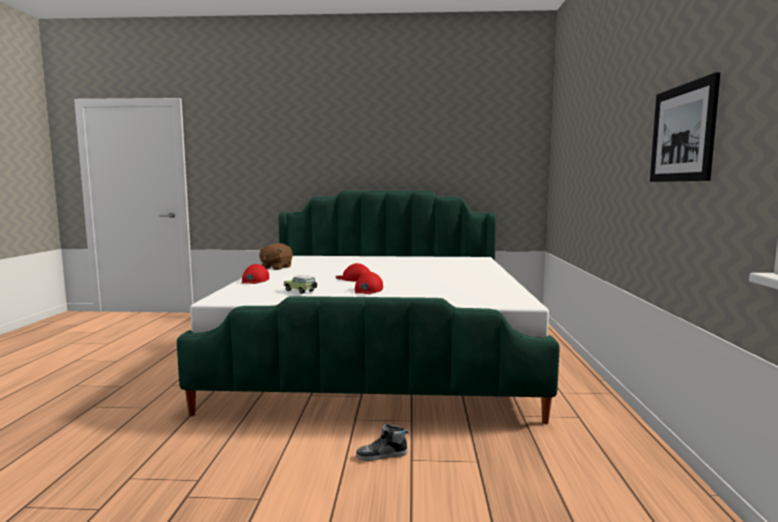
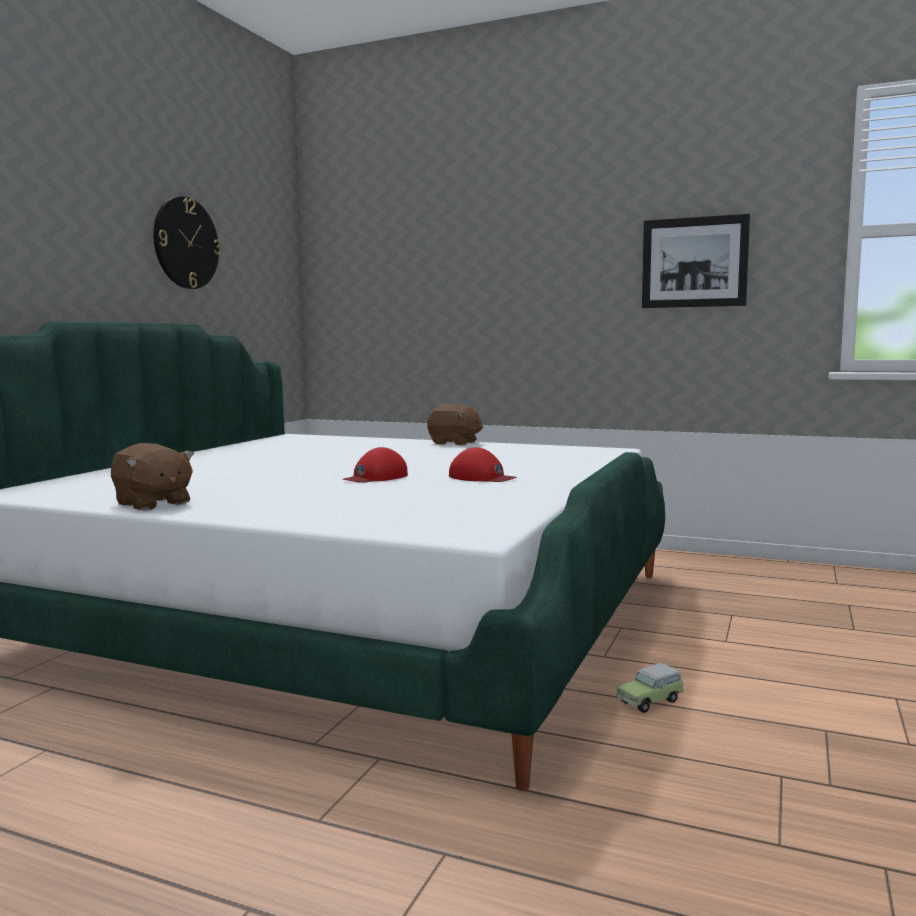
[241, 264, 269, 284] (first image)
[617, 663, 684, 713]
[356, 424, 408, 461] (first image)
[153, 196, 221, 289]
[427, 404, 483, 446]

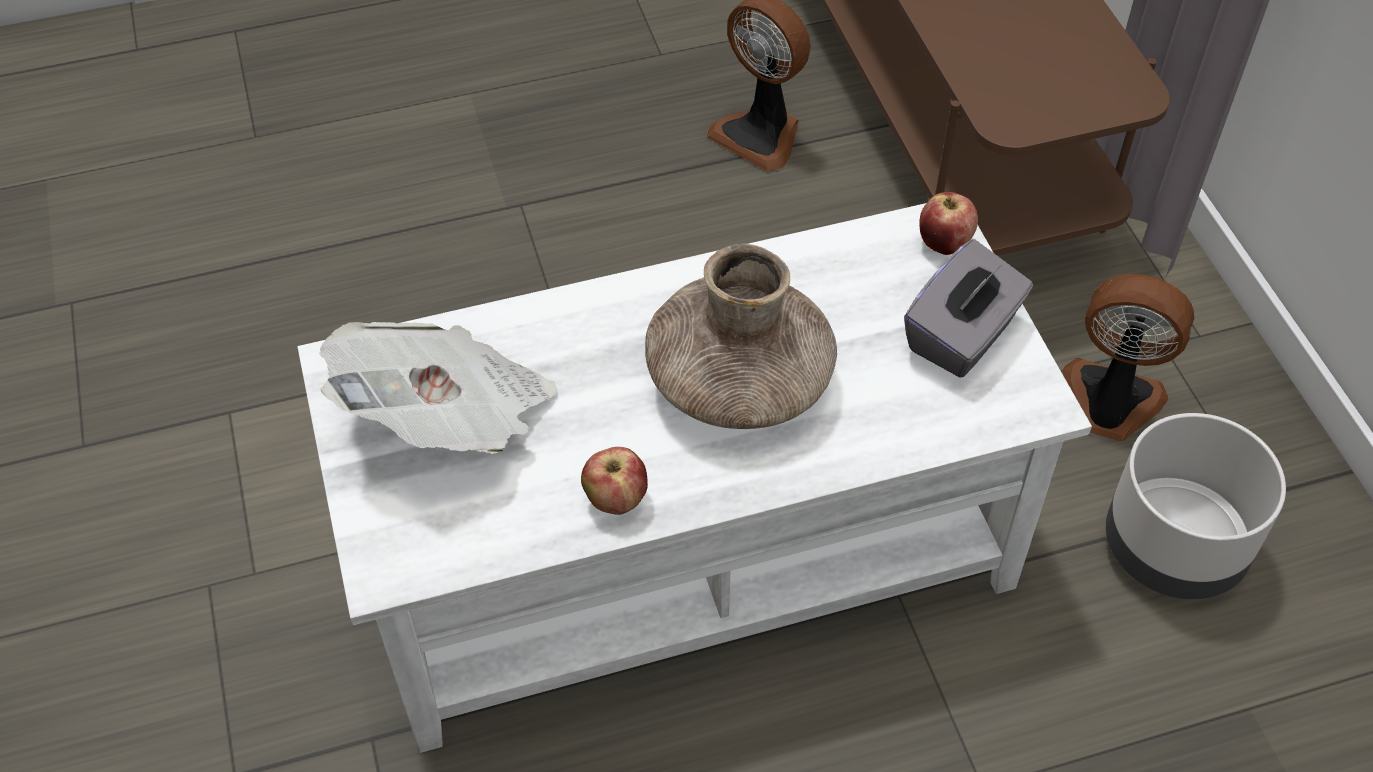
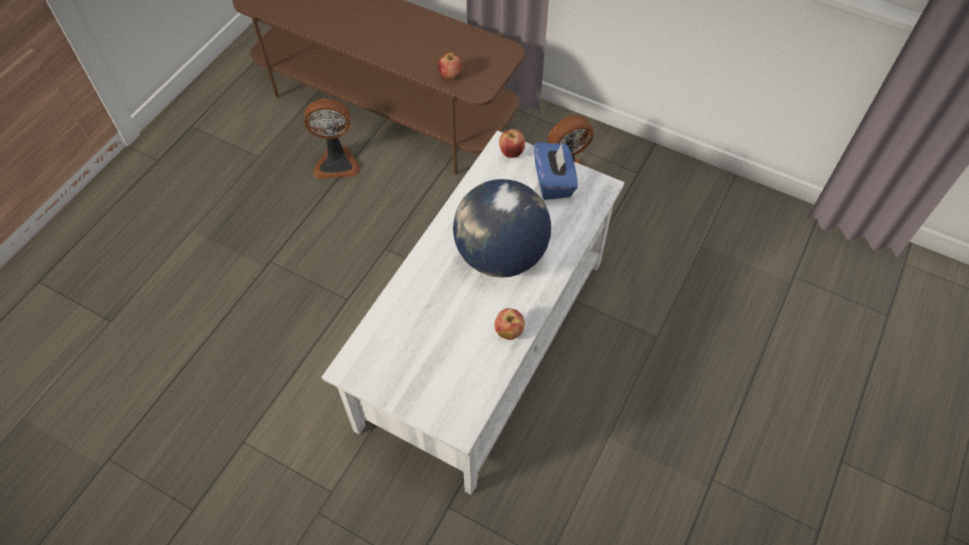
[534, 142, 578, 200]
[453, 179, 551, 278]
[319, 322, 557, 454] (first image)
[1106, 413, 1286, 599] (first image)
[438, 53, 463, 80]

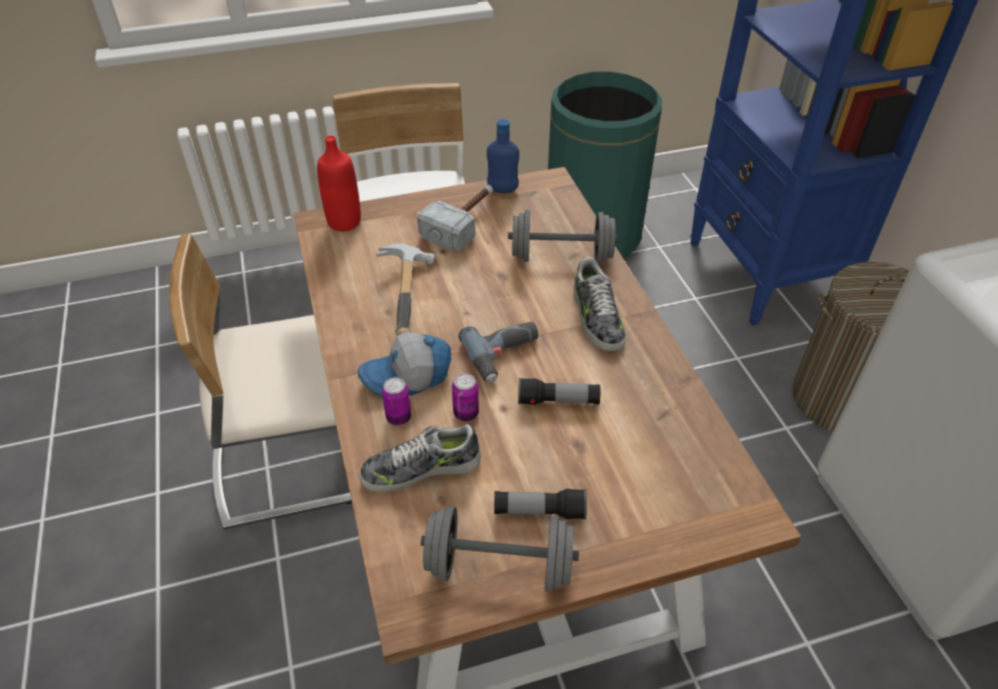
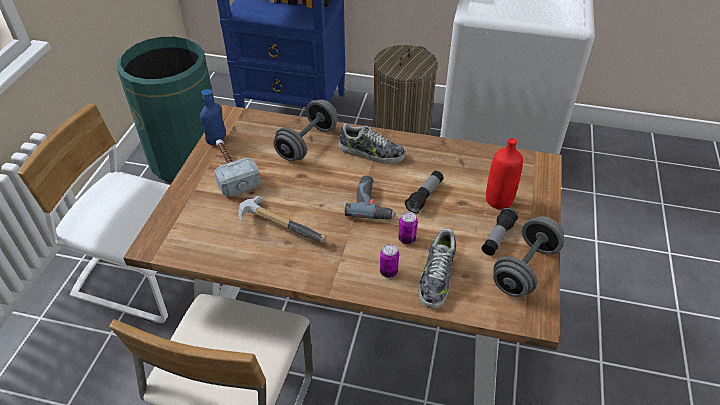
[486, 138, 523, 210]
[358, 333, 451, 398] (first image)

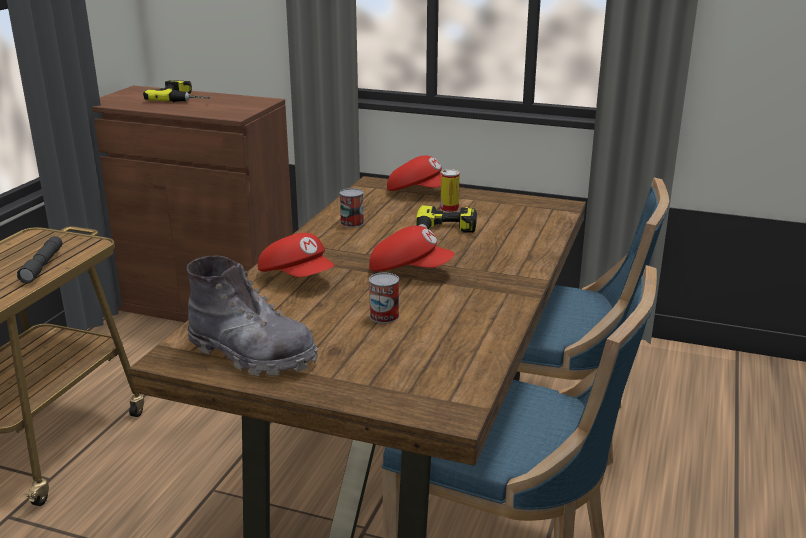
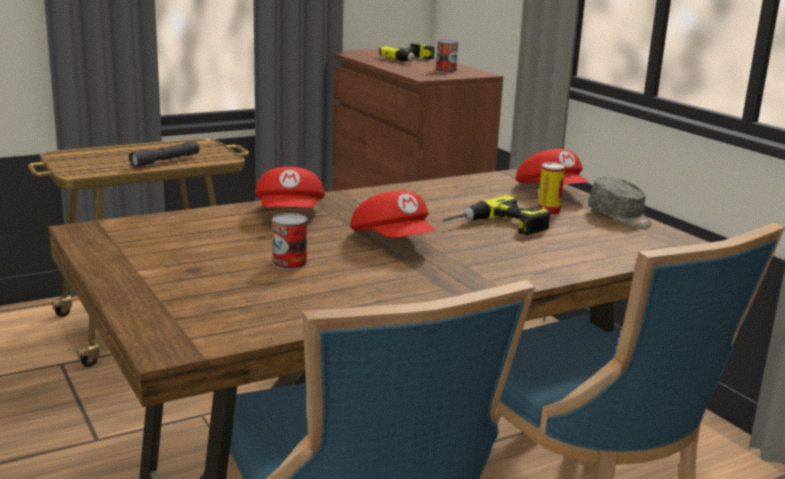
[436, 40, 458, 73]
[187, 256, 318, 376] (first image)
[588, 176, 652, 228]

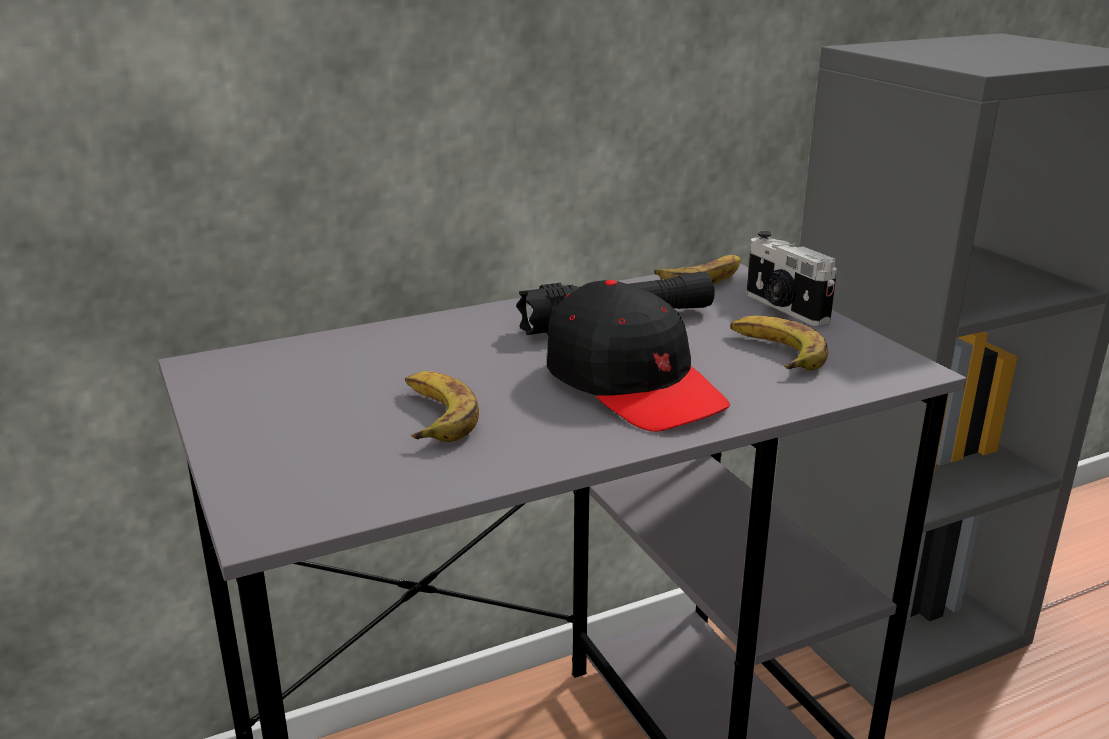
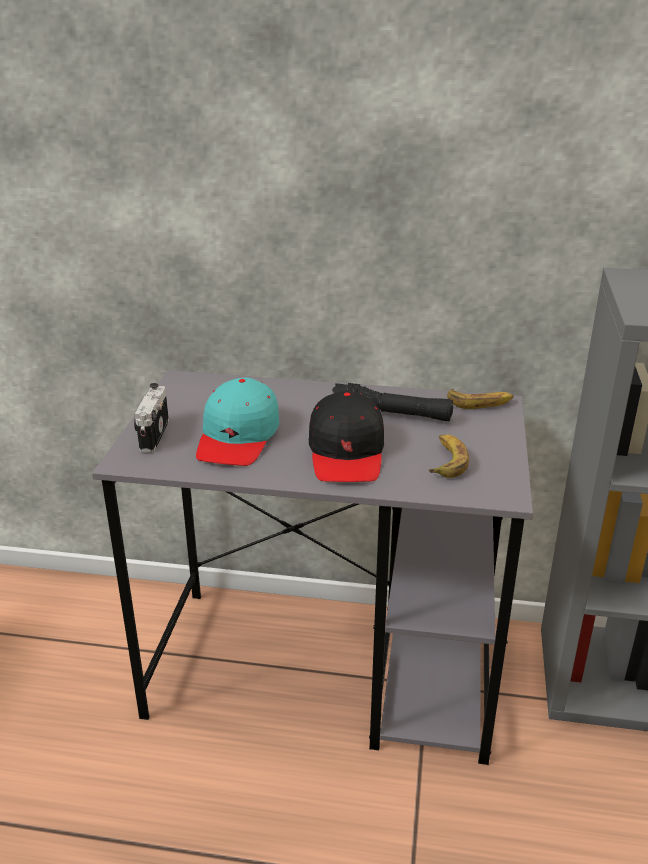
[134, 383, 169, 453]
[196, 377, 279, 466]

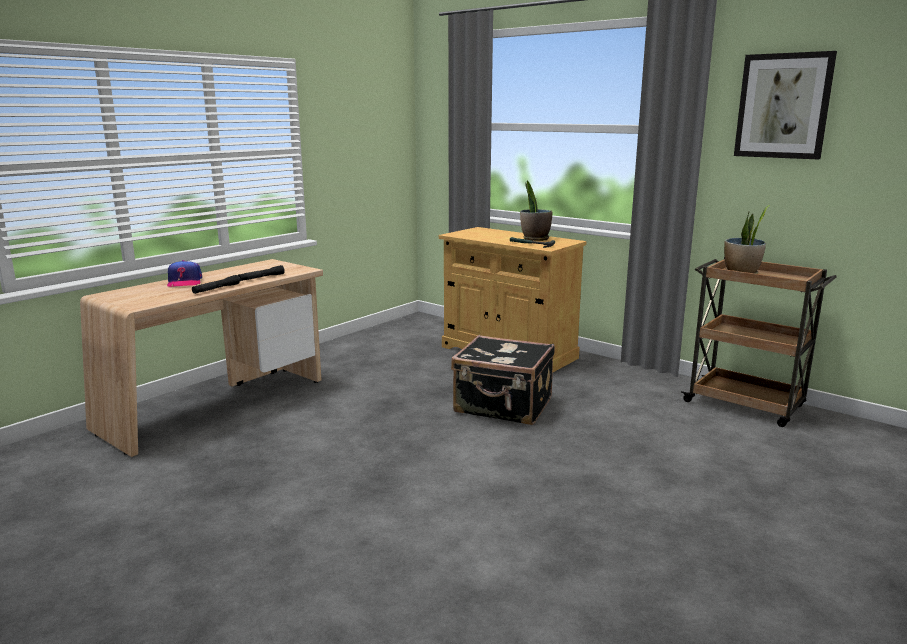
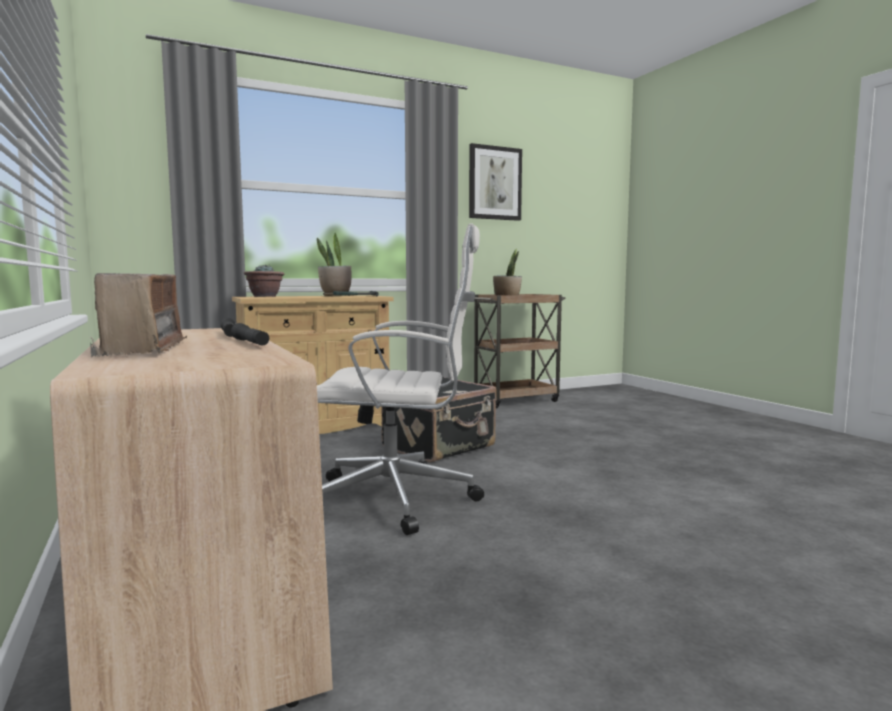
[90, 273, 187, 357]
[317, 223, 484, 535]
[244, 265, 285, 297]

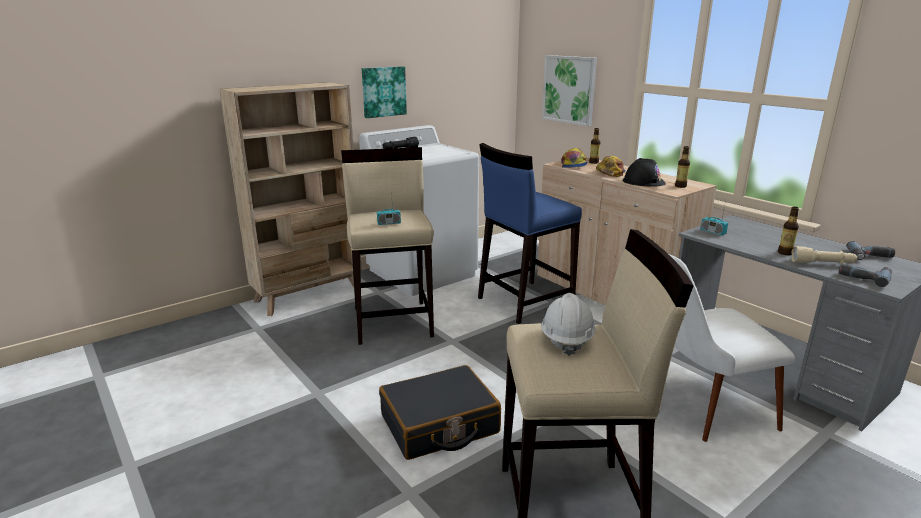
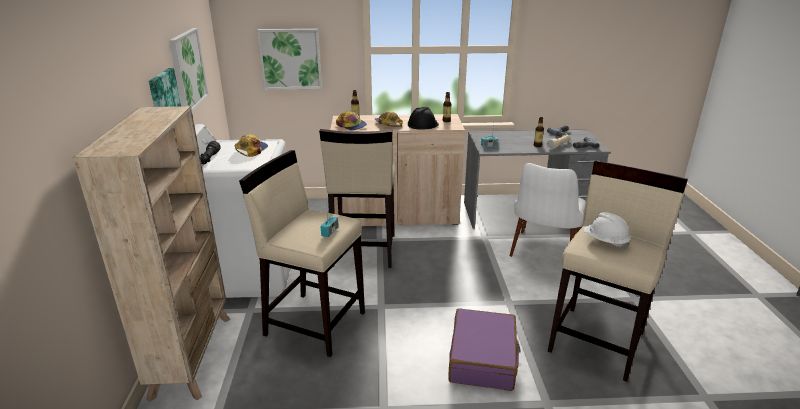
[319, 129, 396, 268]
[448, 308, 521, 391]
[169, 28, 209, 111]
[235, 135, 268, 157]

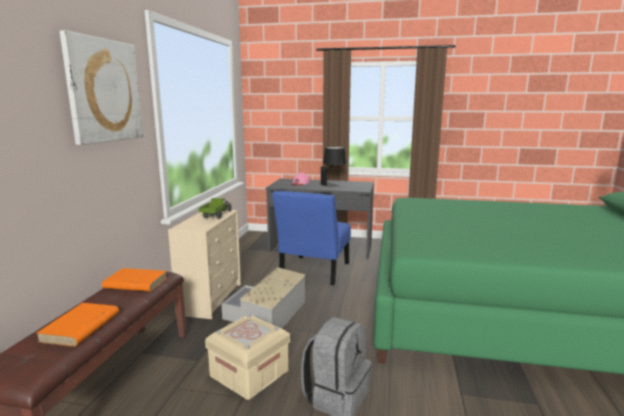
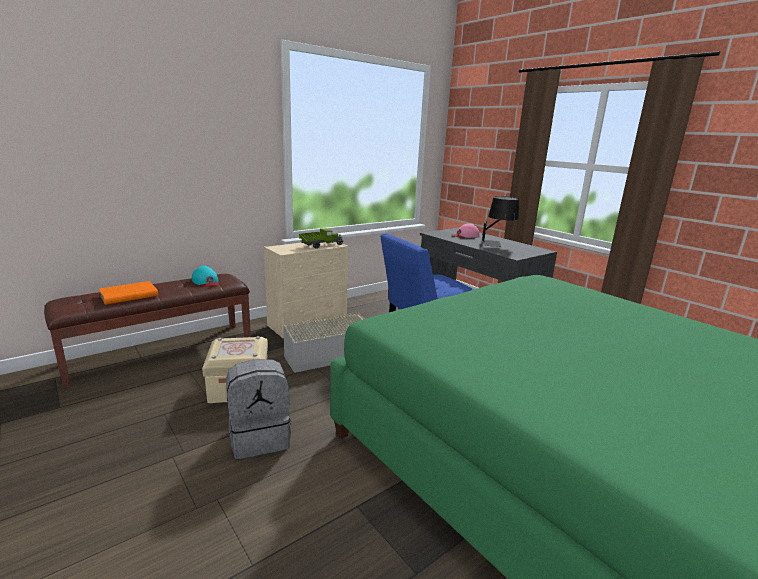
[60, 30, 143, 145] (first image)
[192, 266, 219, 287]

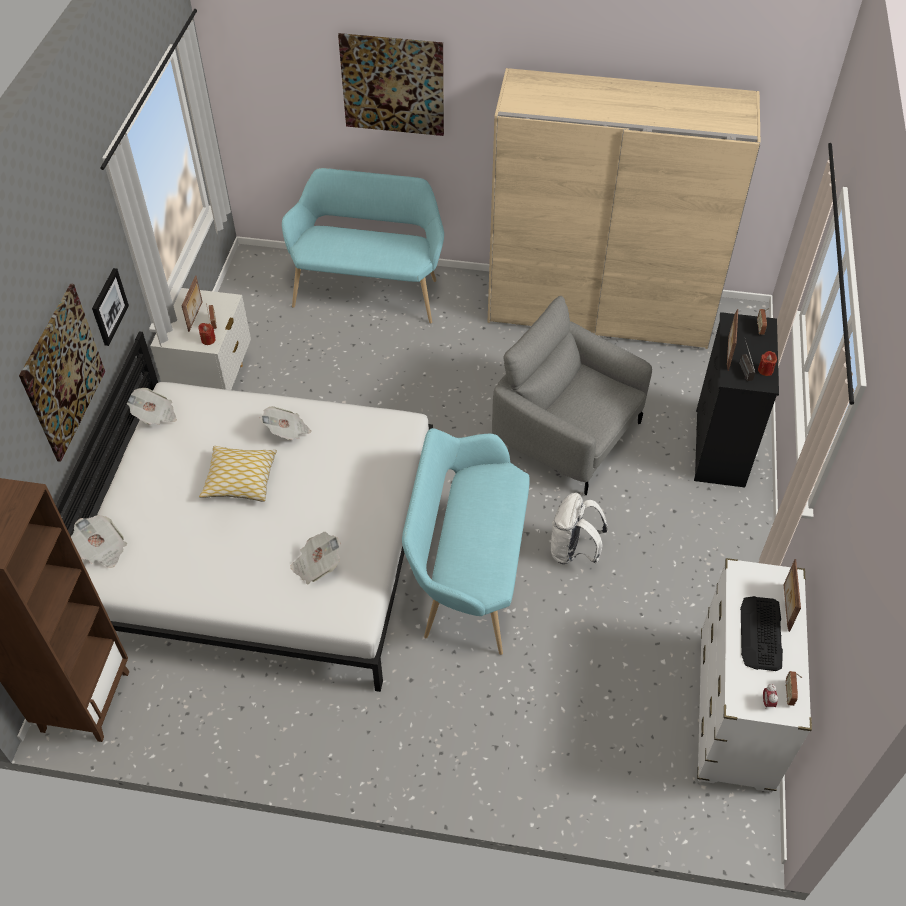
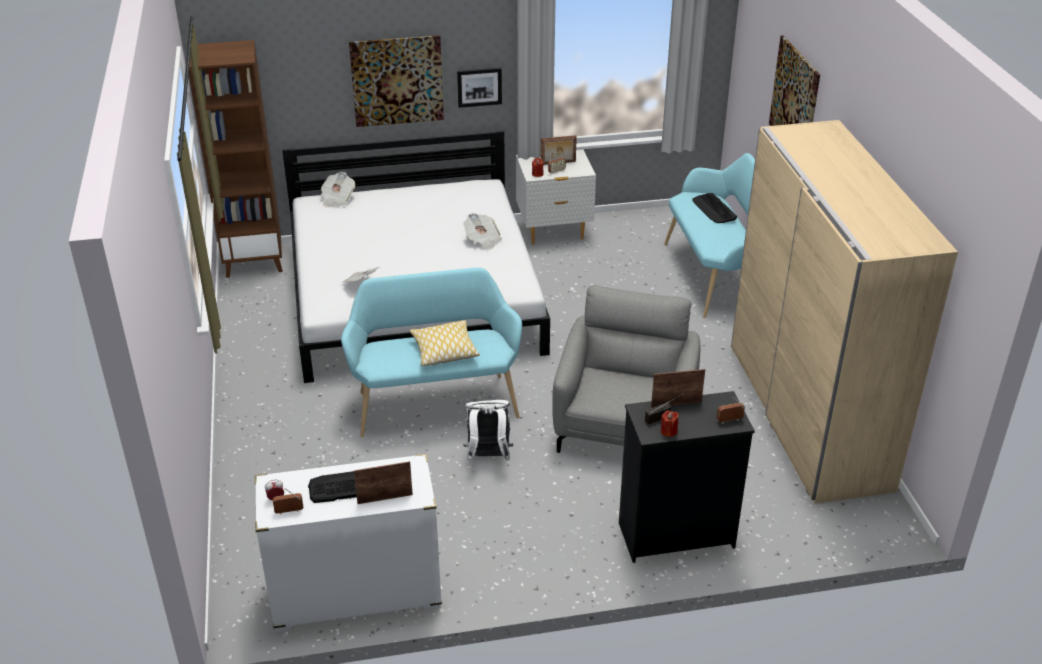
[127, 388, 177, 425] (first image)
[409, 320, 480, 366]
[692, 193, 737, 223]

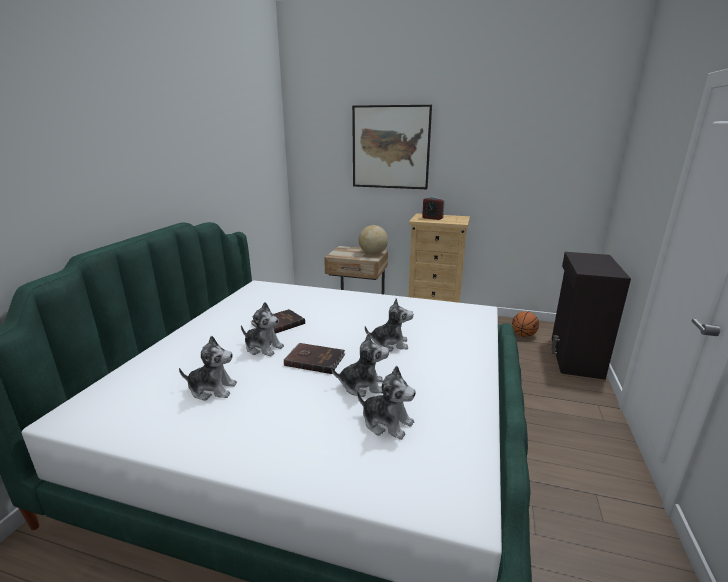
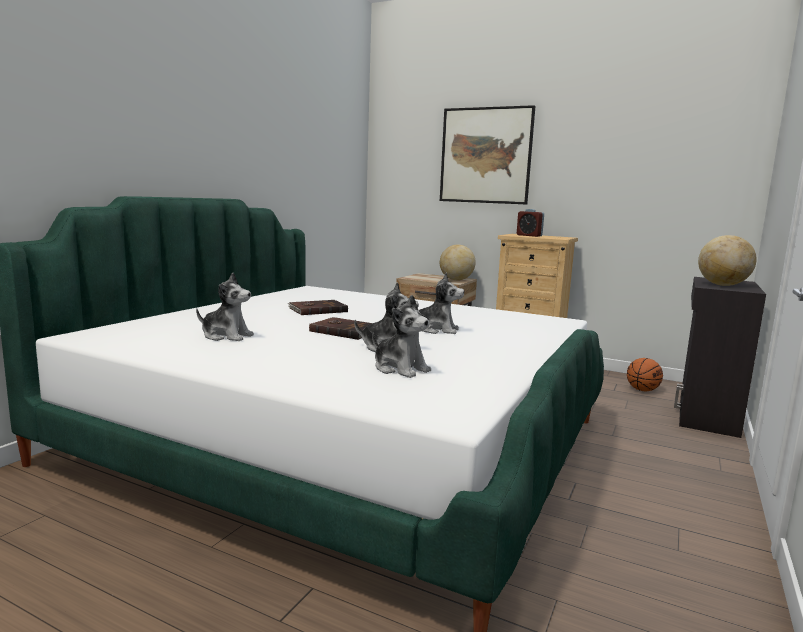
[241, 302, 284, 356] (first image)
[698, 235, 757, 286]

